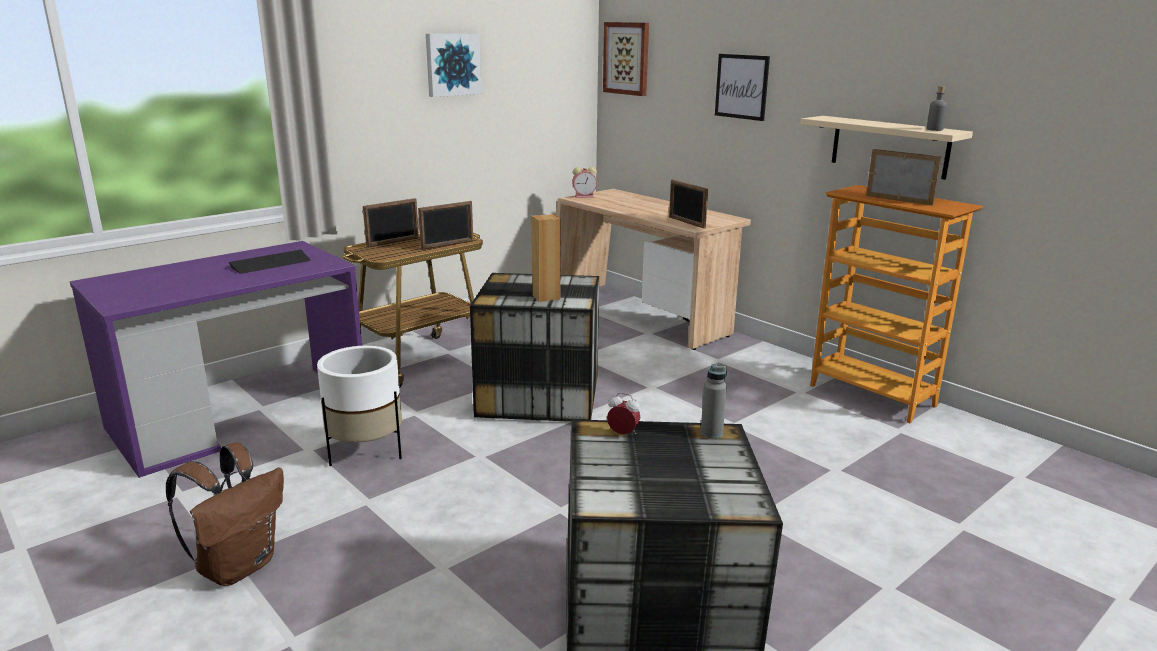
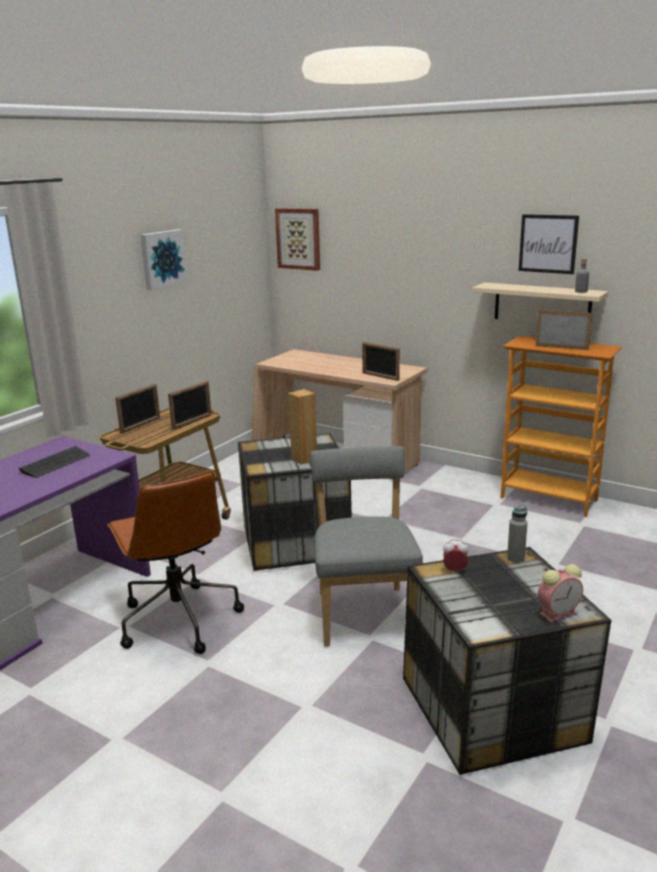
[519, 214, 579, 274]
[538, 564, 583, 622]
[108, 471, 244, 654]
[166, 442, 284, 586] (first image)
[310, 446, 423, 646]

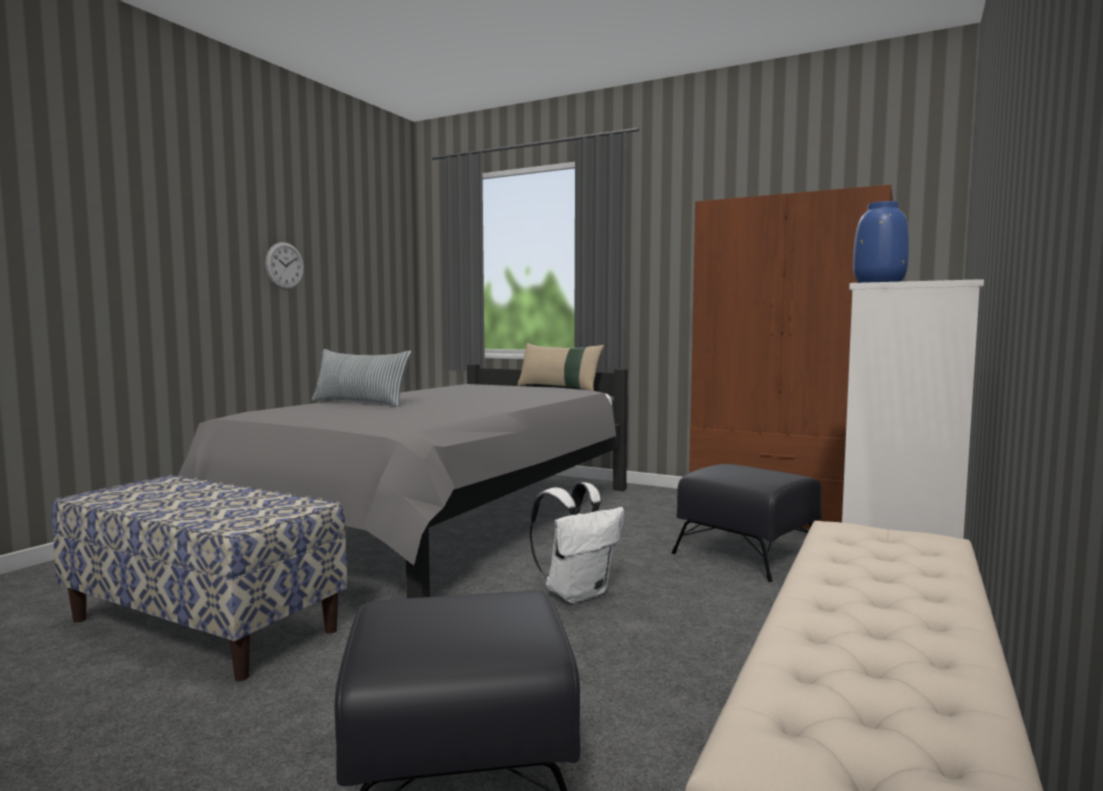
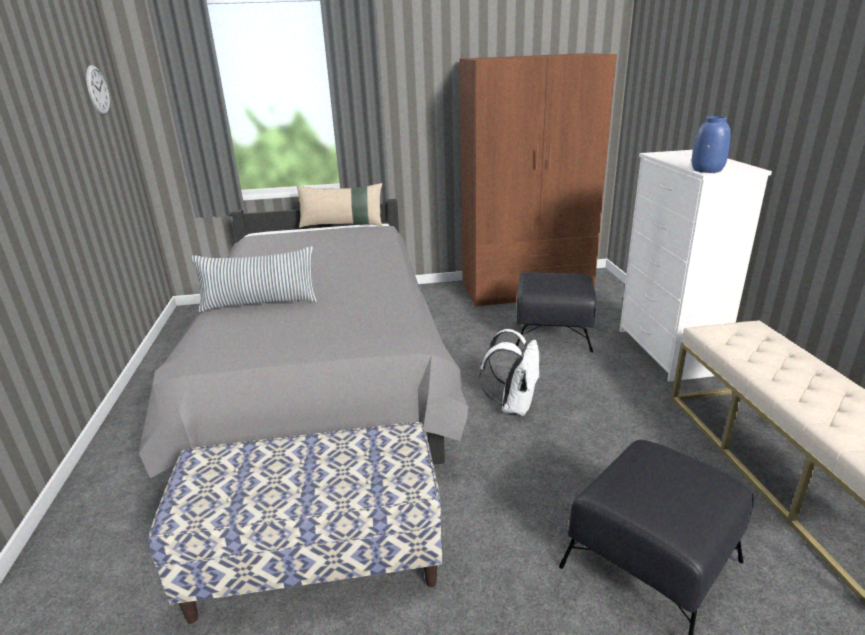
[86, 65, 110, 115]

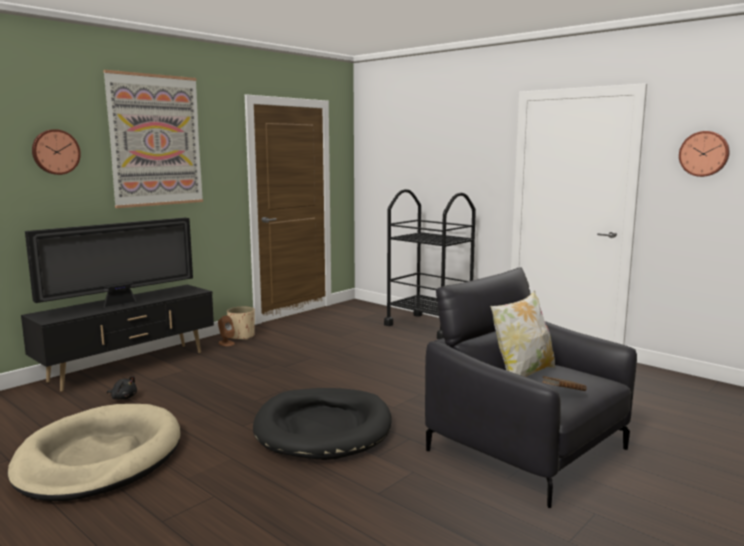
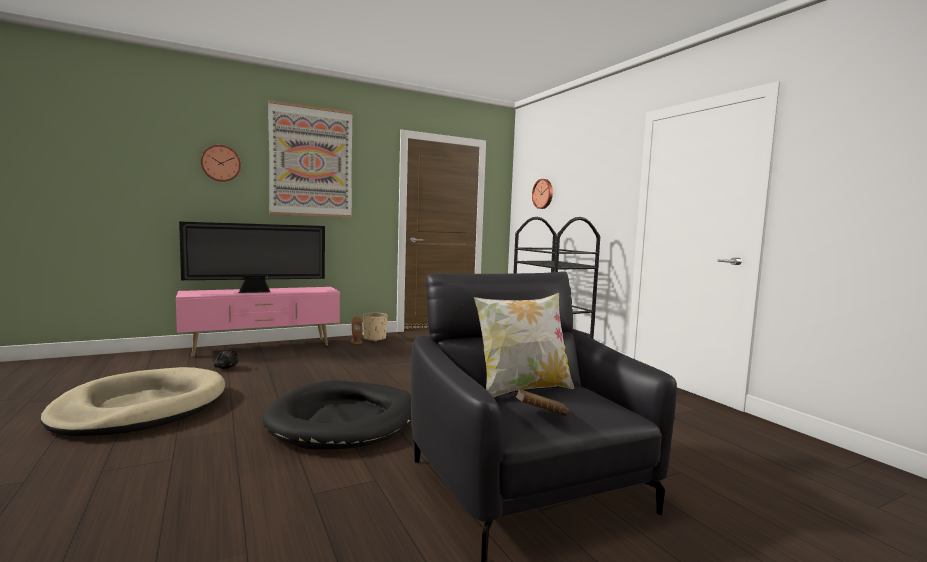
[532, 179, 553, 209]
[176, 287, 340, 357]

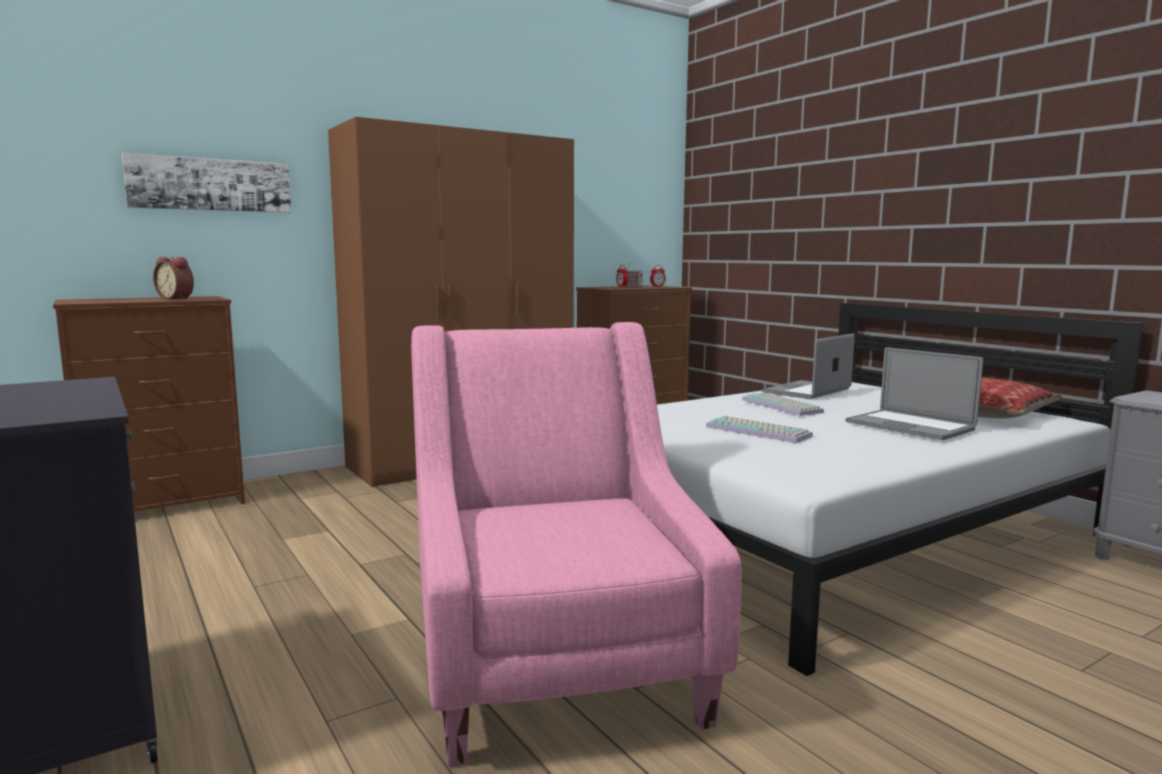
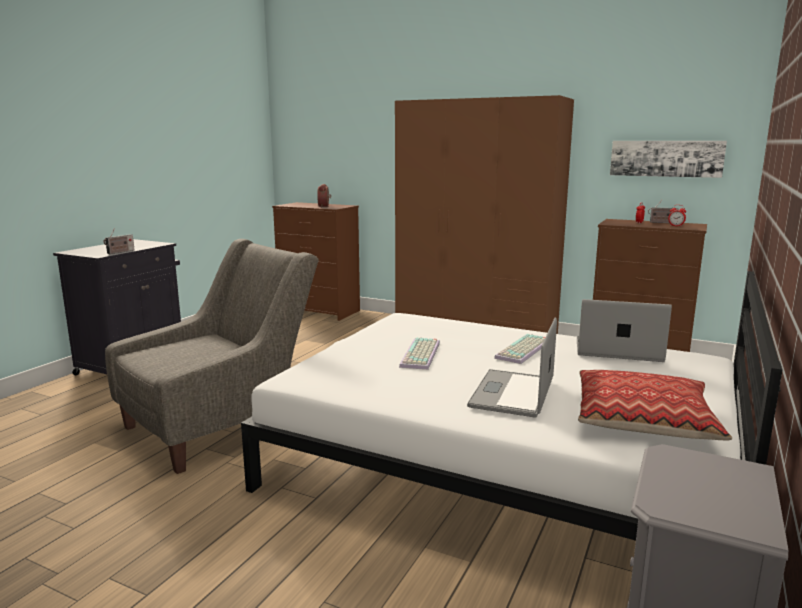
[610, 141, 727, 178]
[105, 239, 319, 474]
[104, 228, 134, 254]

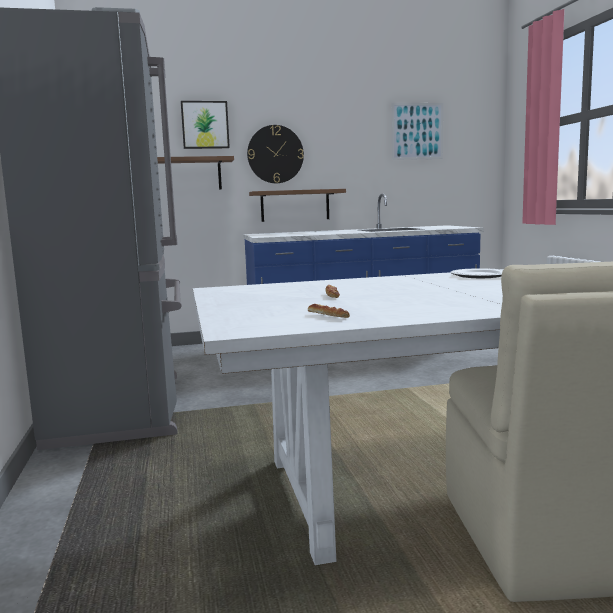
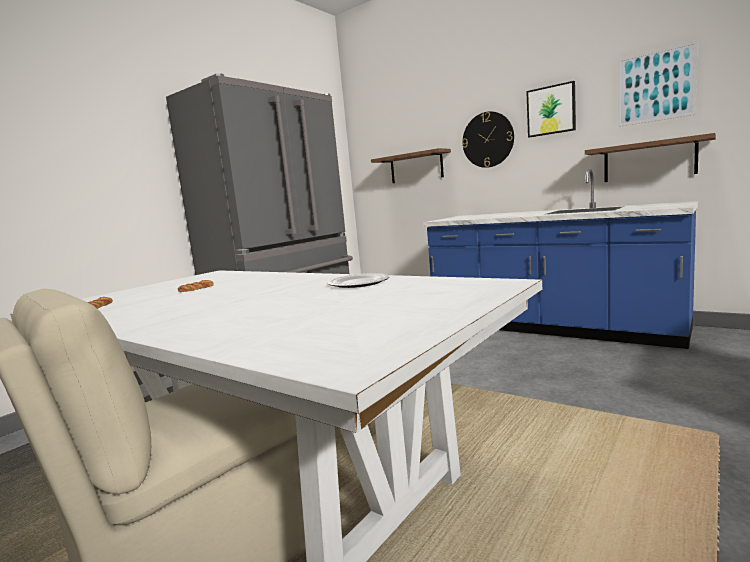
[526, 81, 576, 137]
[585, 133, 716, 182]

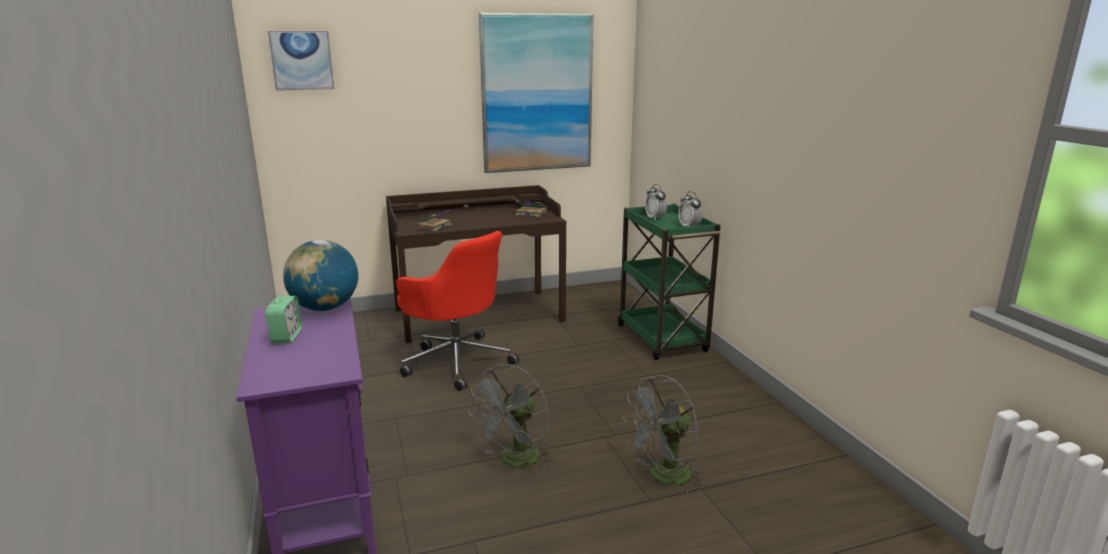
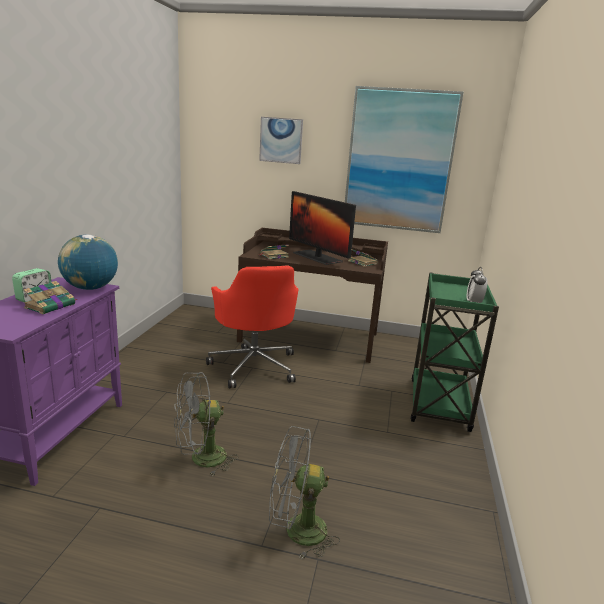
[259, 117, 303, 164]
[645, 184, 667, 221] (first image)
[289, 191, 356, 265]
[23, 281, 78, 314]

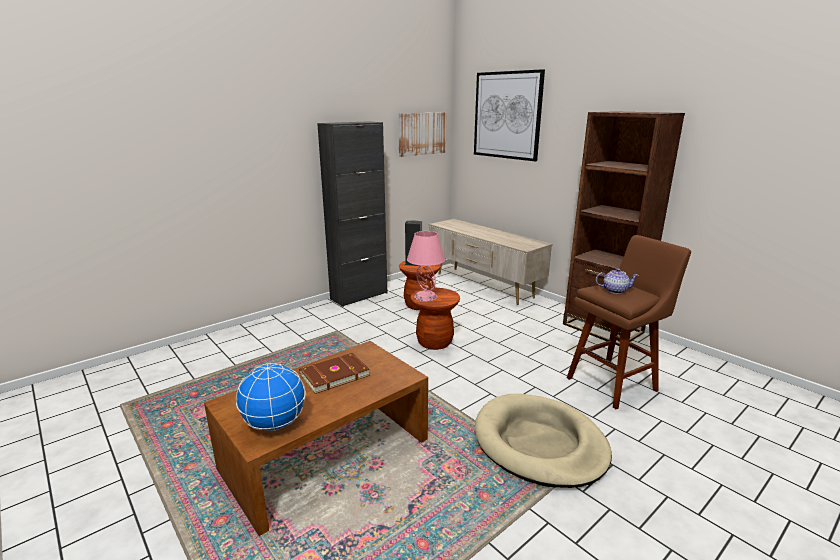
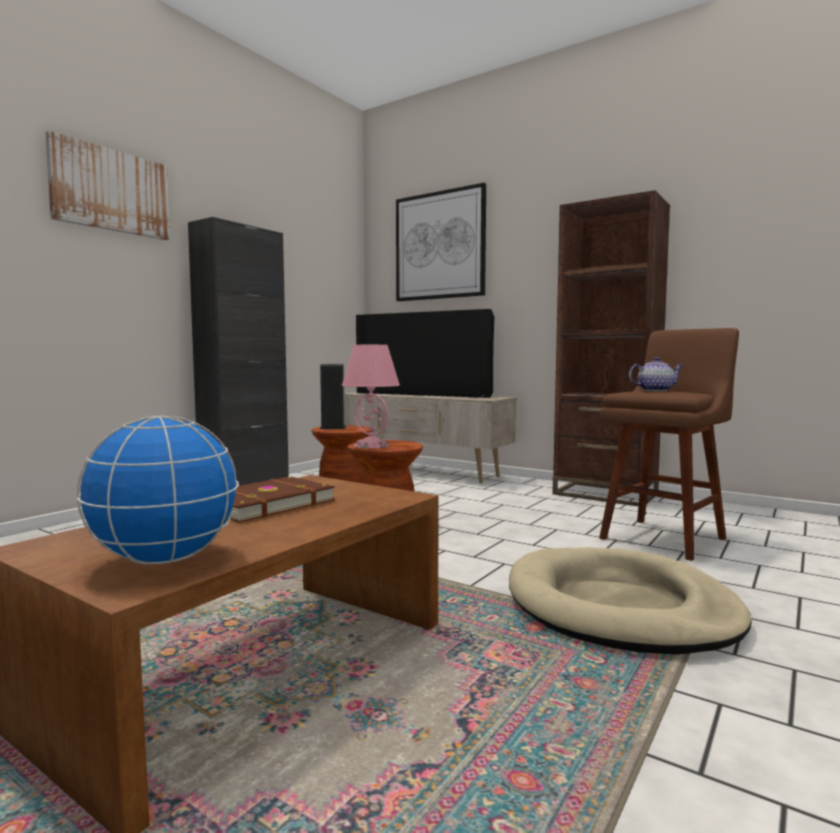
[45, 131, 170, 240]
[356, 309, 494, 398]

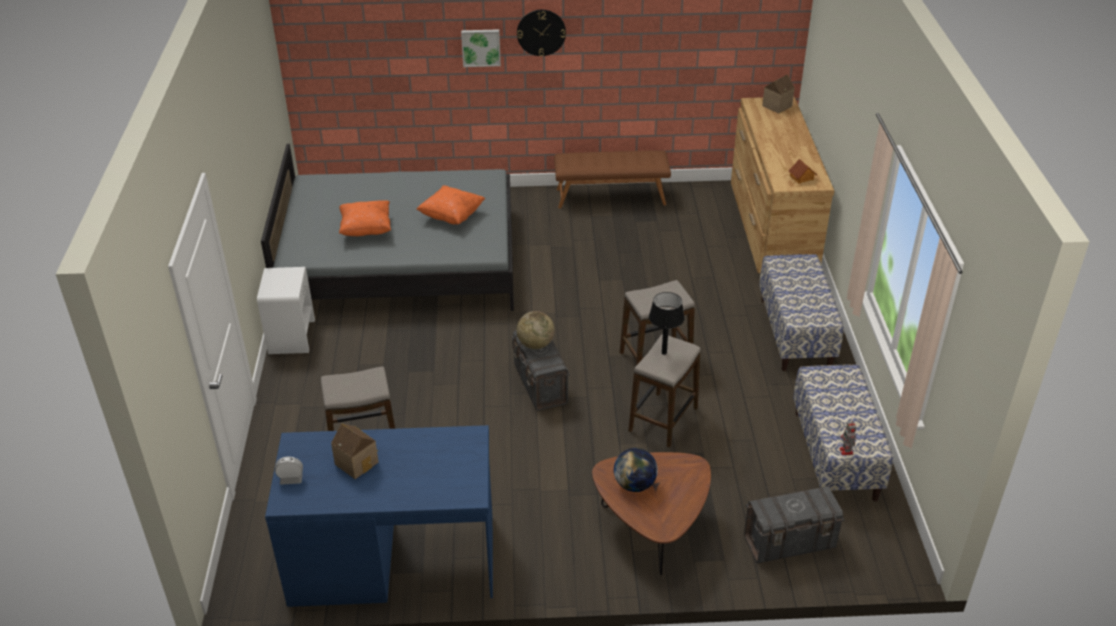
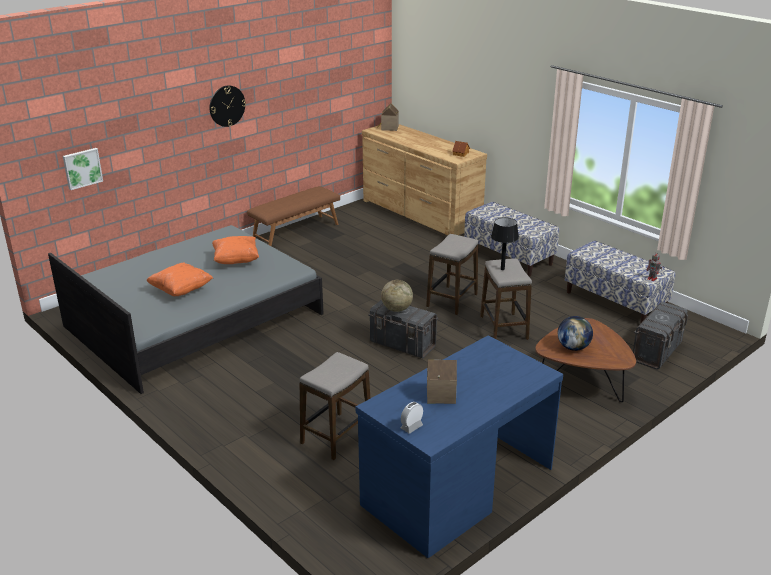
[63, 148, 103, 190]
[257, 267, 315, 354] (first image)

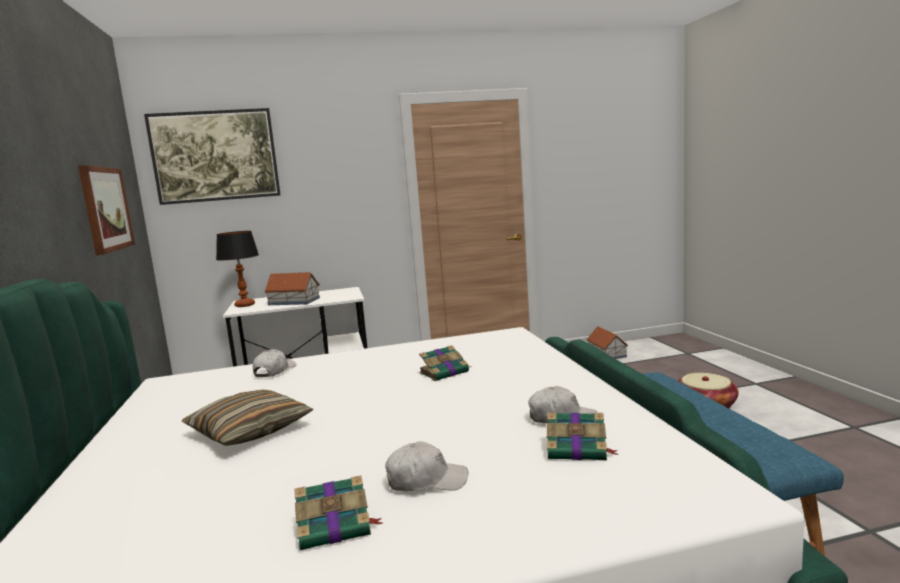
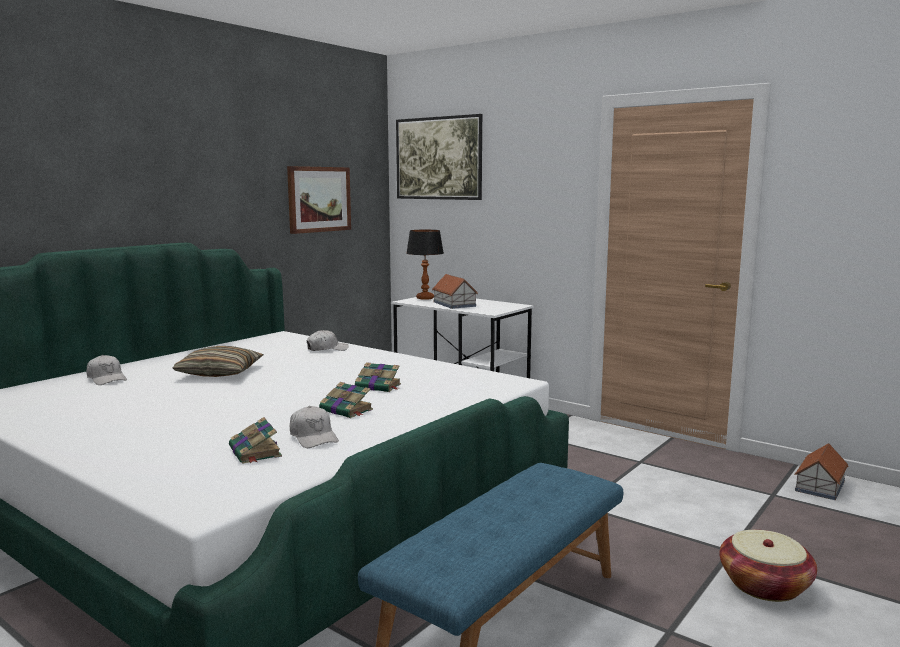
[86, 355, 127, 385]
[319, 382, 373, 418]

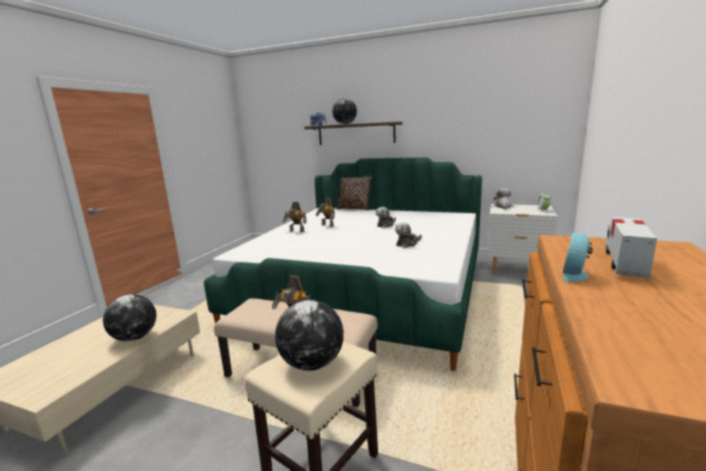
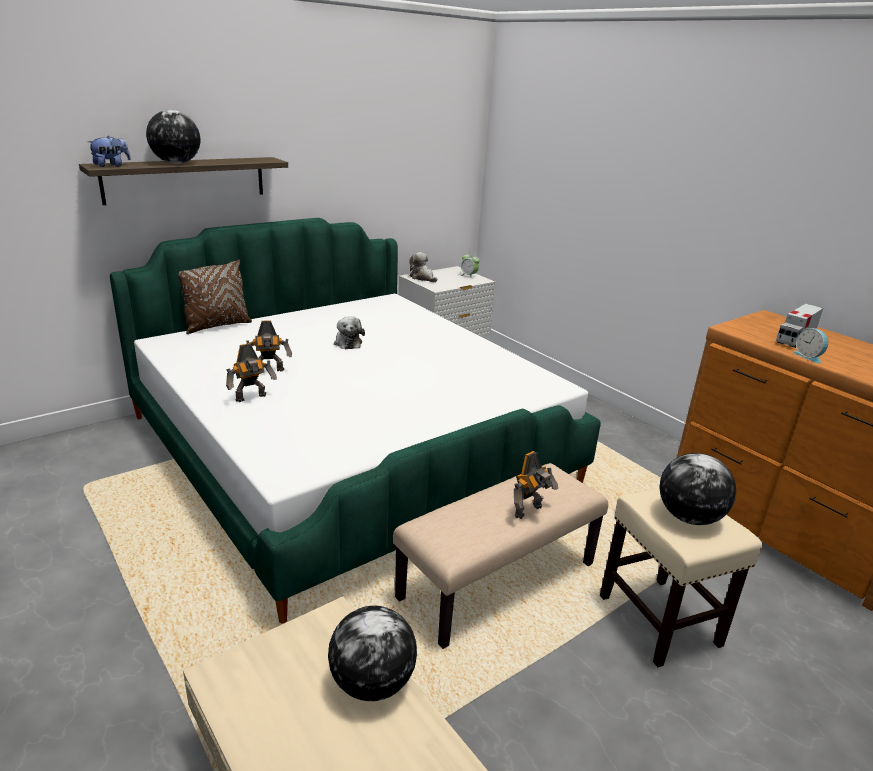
[776, 304, 823, 348]
[395, 222, 422, 248] (first image)

